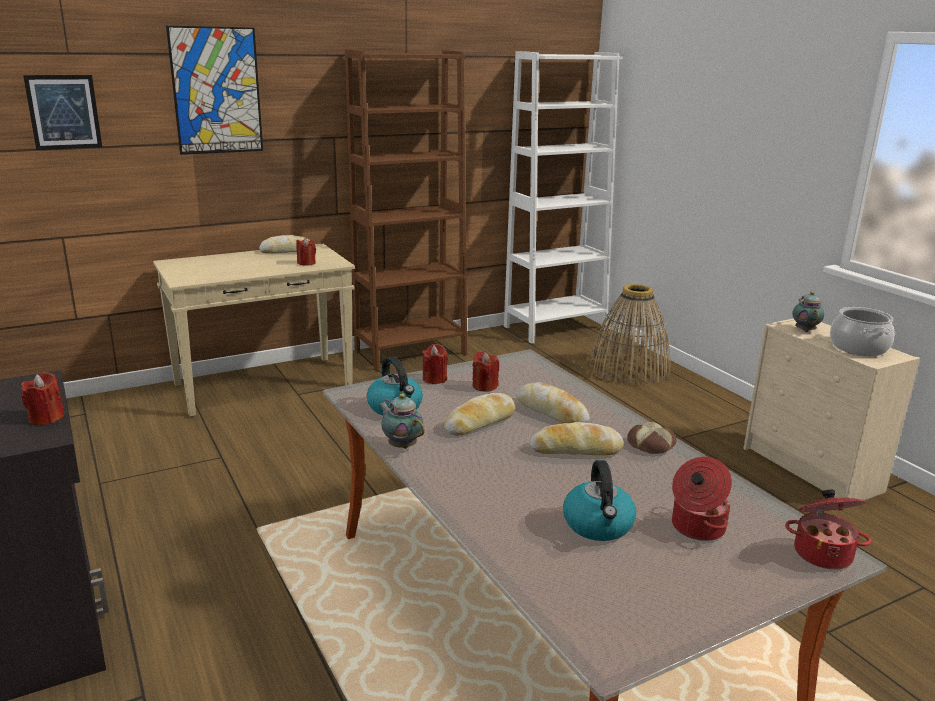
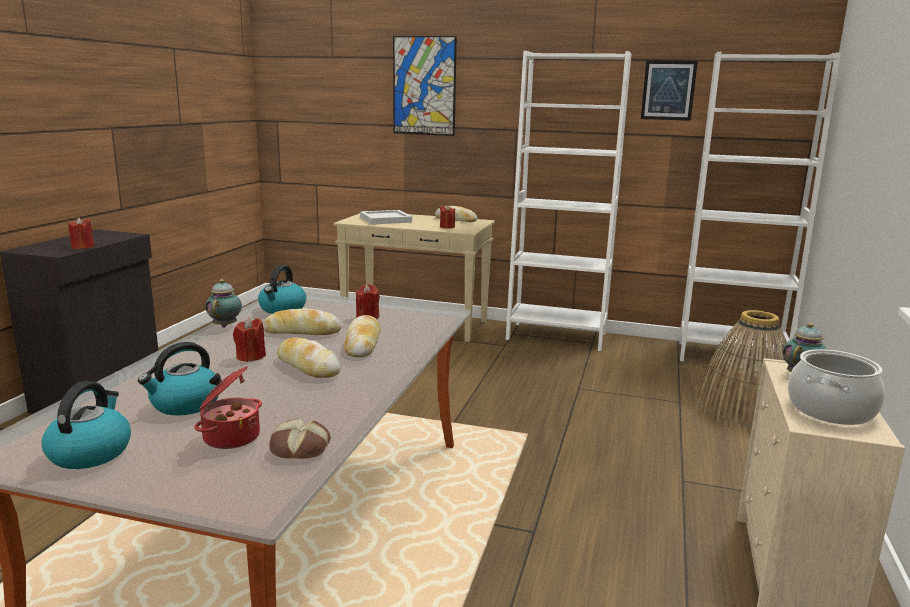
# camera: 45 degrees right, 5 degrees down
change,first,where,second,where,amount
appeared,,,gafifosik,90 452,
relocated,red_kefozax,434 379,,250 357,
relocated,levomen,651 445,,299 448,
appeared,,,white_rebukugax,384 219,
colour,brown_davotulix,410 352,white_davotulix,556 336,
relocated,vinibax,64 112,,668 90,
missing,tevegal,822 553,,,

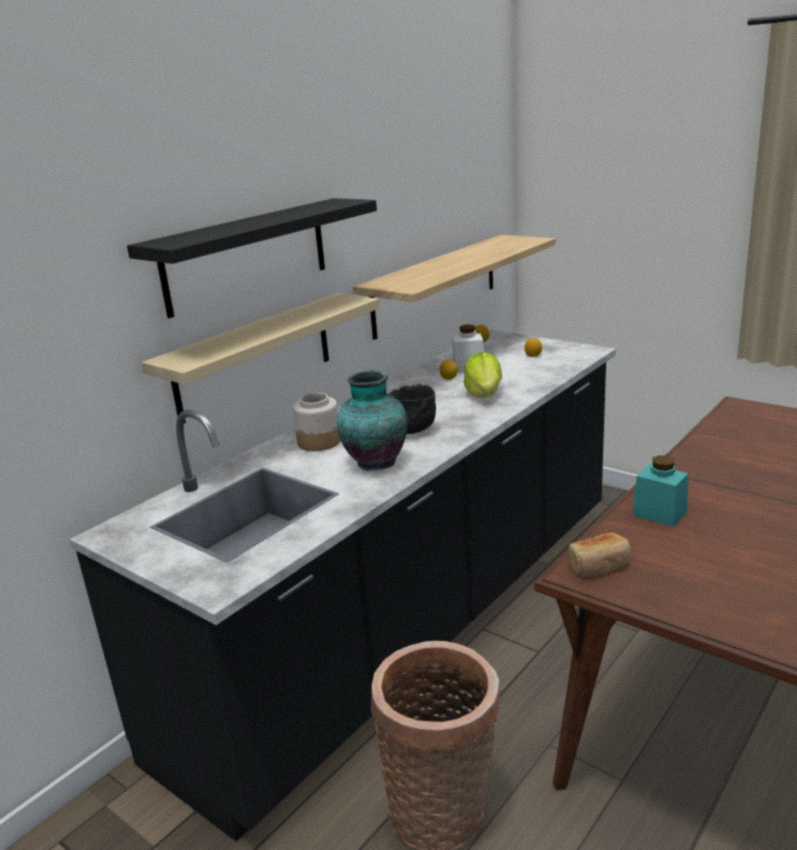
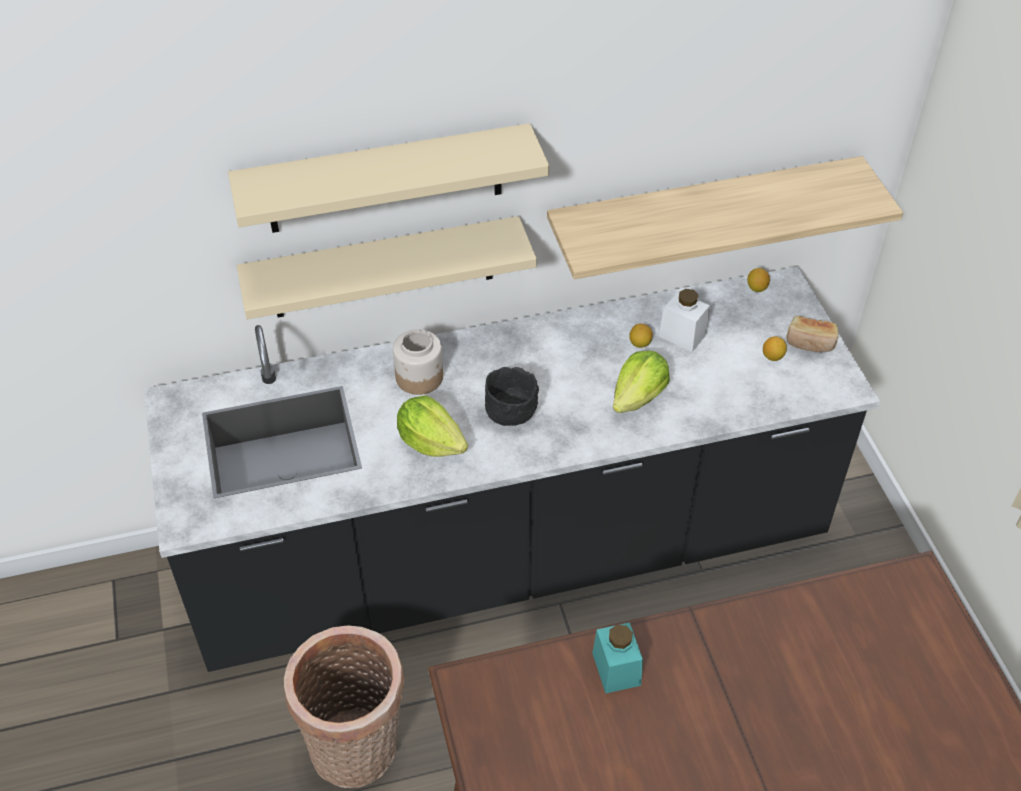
# camera: 35 degrees right, 25 degrees up
change,first,where,second,where,amount
colour,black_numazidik,247 255,beige_numazidik,385 179,
exchanged,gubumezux,374 462,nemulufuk,431 442,
relocated,levomen,599 566,,810 342,

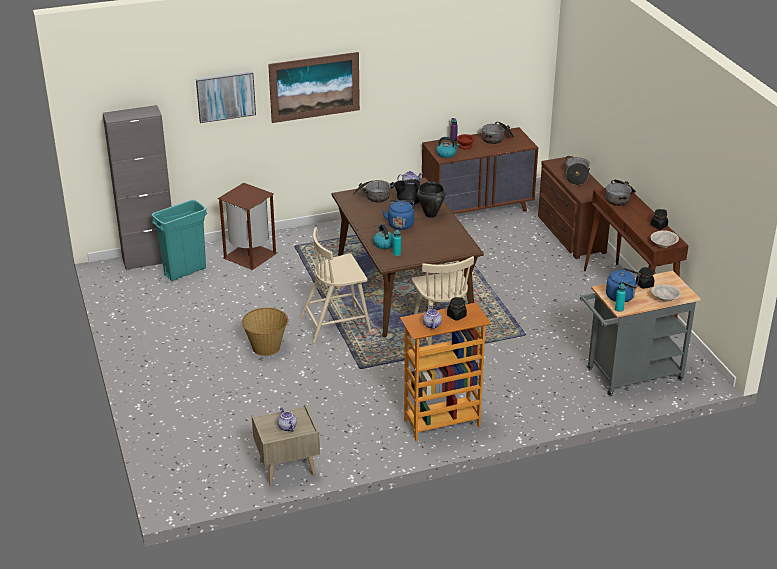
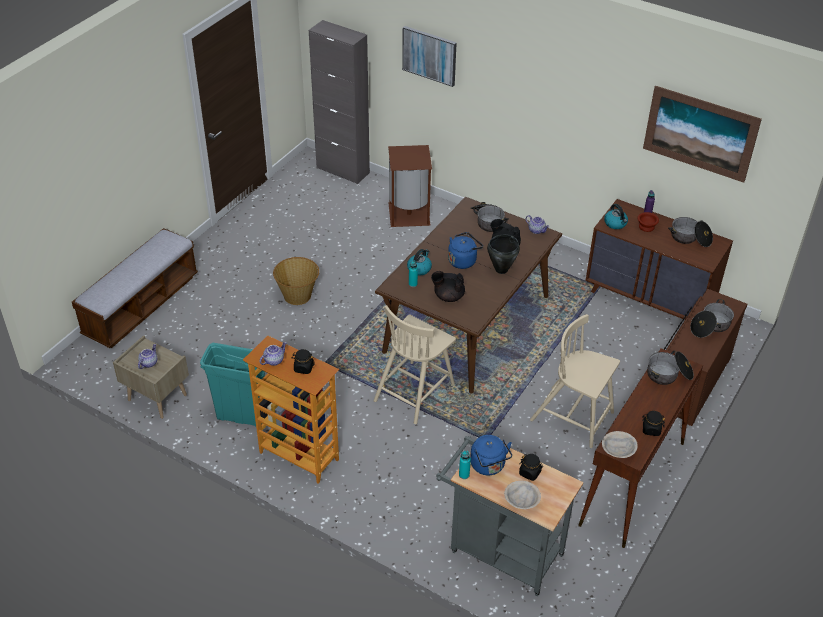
# camera: 50 degrees right, 10 degrees up
change,first,where,second,where,amount
appeared,,,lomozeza,141 305,
relocated,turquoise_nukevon,185 272,,242 416,
appeared,,,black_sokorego,448 296,
relocated,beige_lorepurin,336 324,,573 417,
relocated,vinibax,314 87,,700 133,

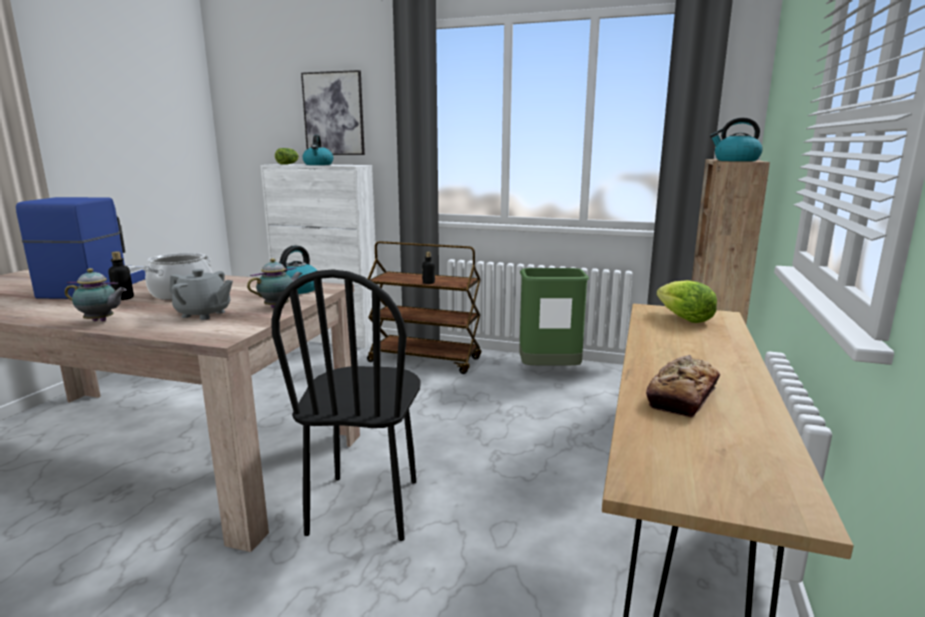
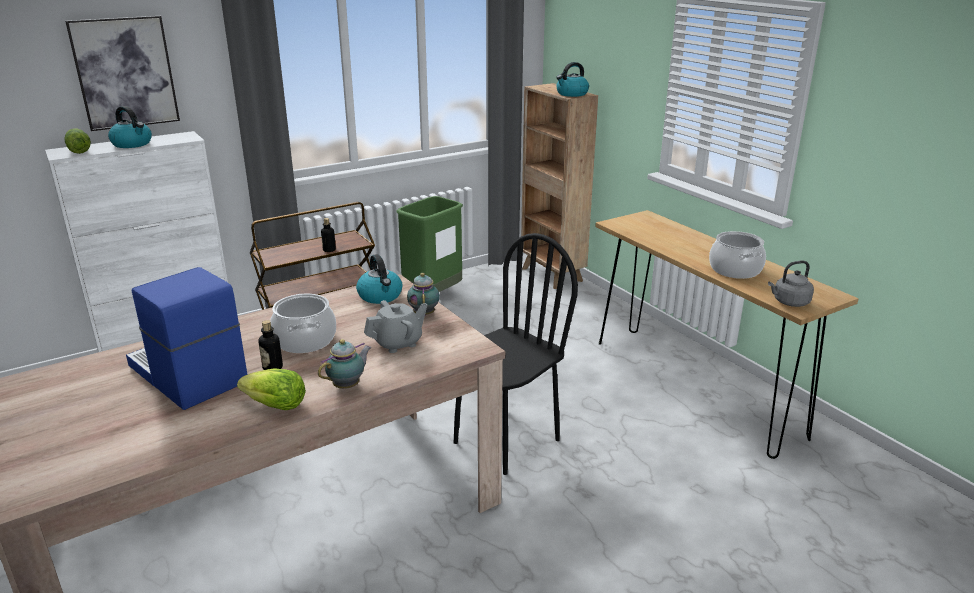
# camera: 50 degrees left, 10 degrees up
change,first,where,second,where,amount
relocated,nemulufuk,684 319,,276 406,
spun,black_lorepurin,365 506,,506 440,90 degrees counterclockwise
exchanged,levomen,682 396,tevegal,734 270,
appeared,,,grey_gafifosik,789 302,

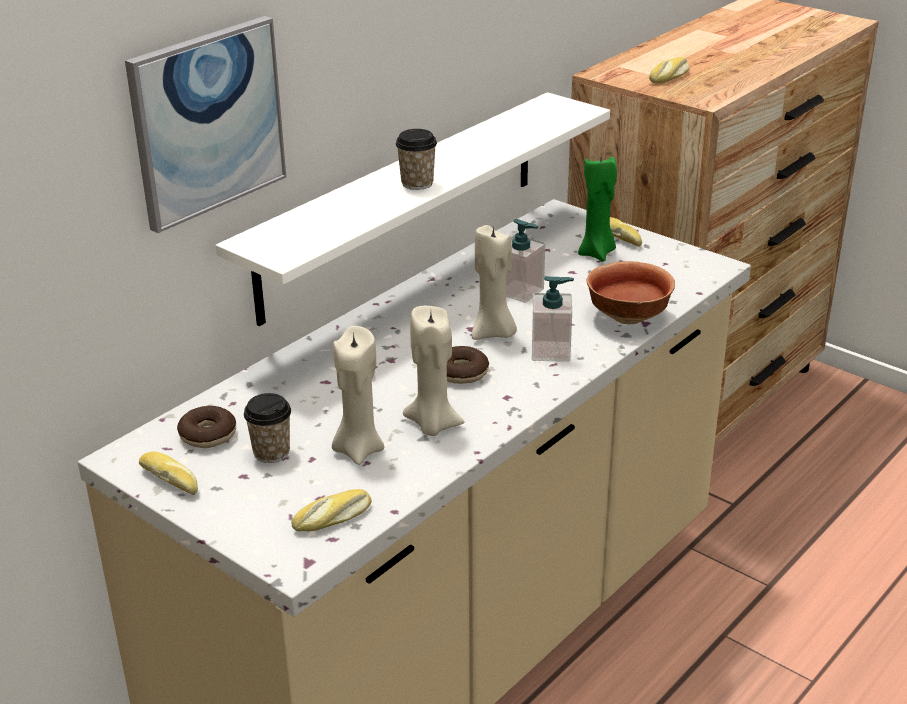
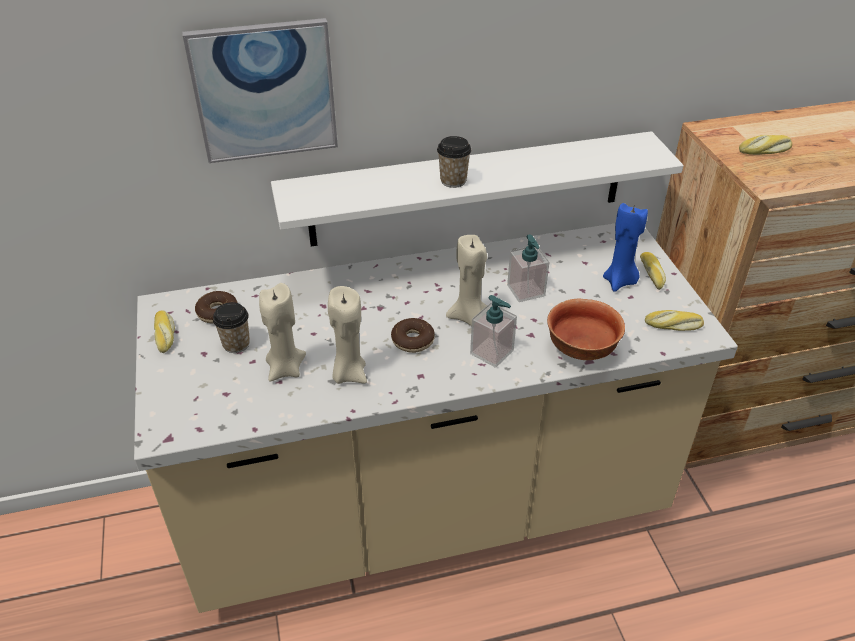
# camera: 35 degrees right, 10 degrees up
change,first,where,second,where,amount
colour,green_kefozax,597 253,blue_kefozax,620 281,
relocated,levomen,333 519,,673 326,

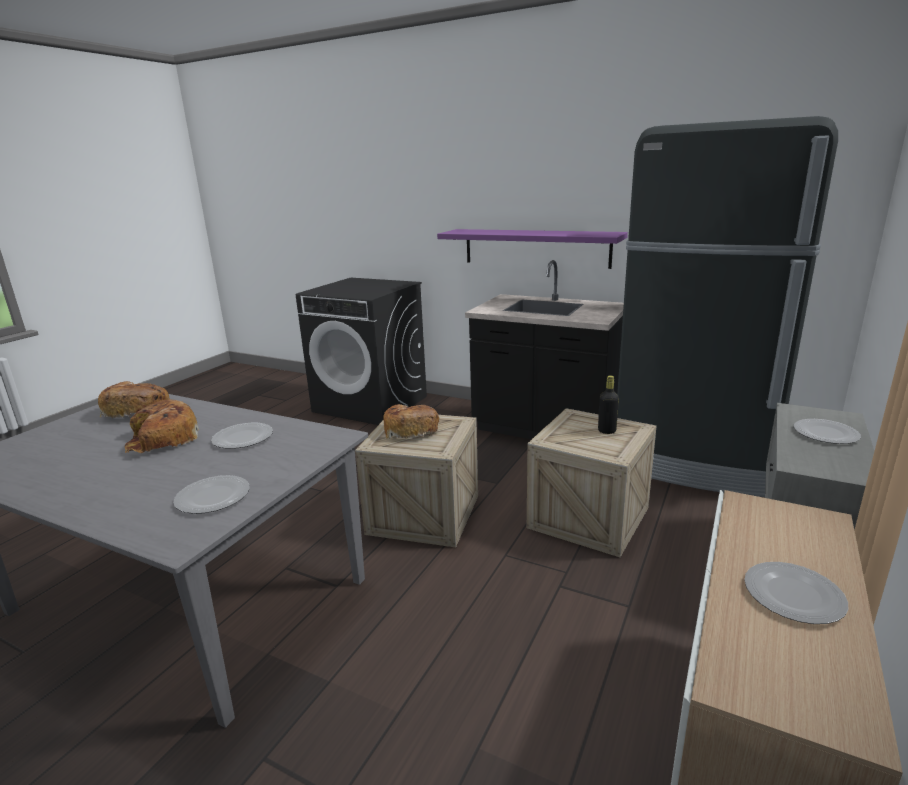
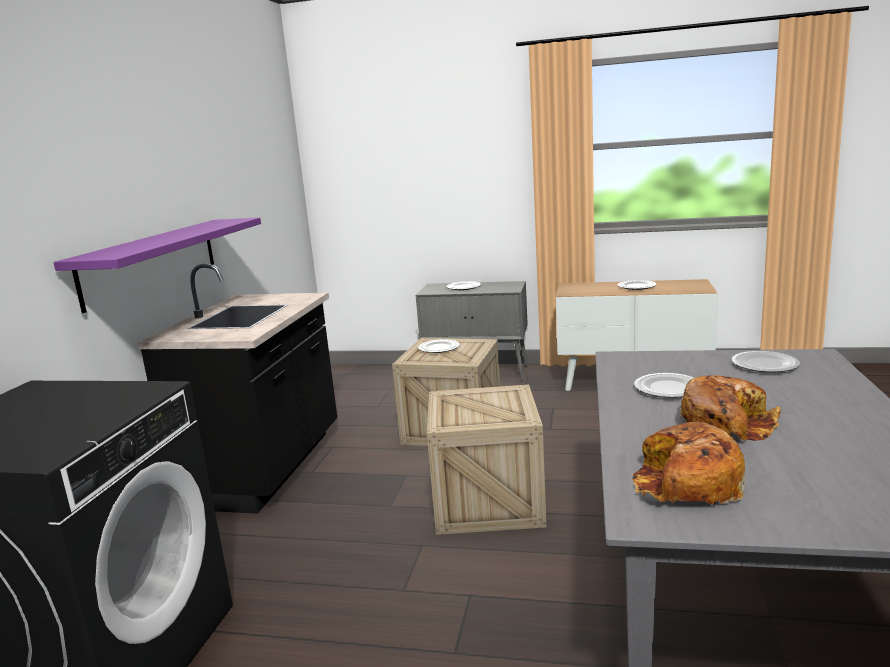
# camera: 105 degrees left, 5 degrees down
change,first,where,second,where,amount
exchanged,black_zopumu,607 431,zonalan,439 348,
missing,levomen,410 430,,,
missing,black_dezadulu,694 460,,,

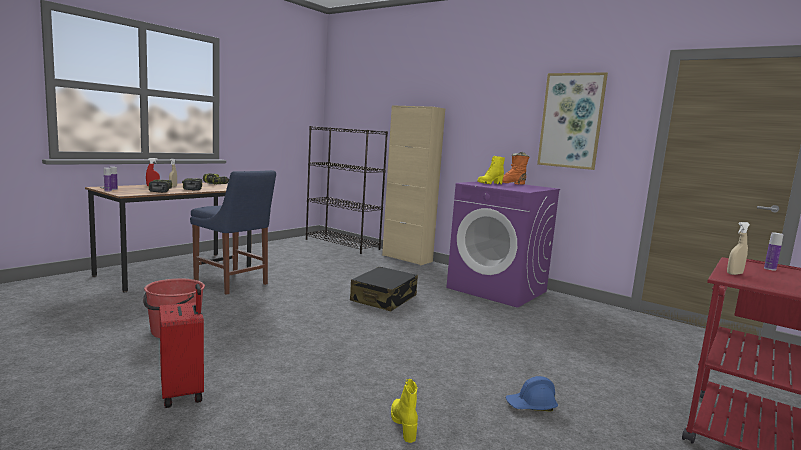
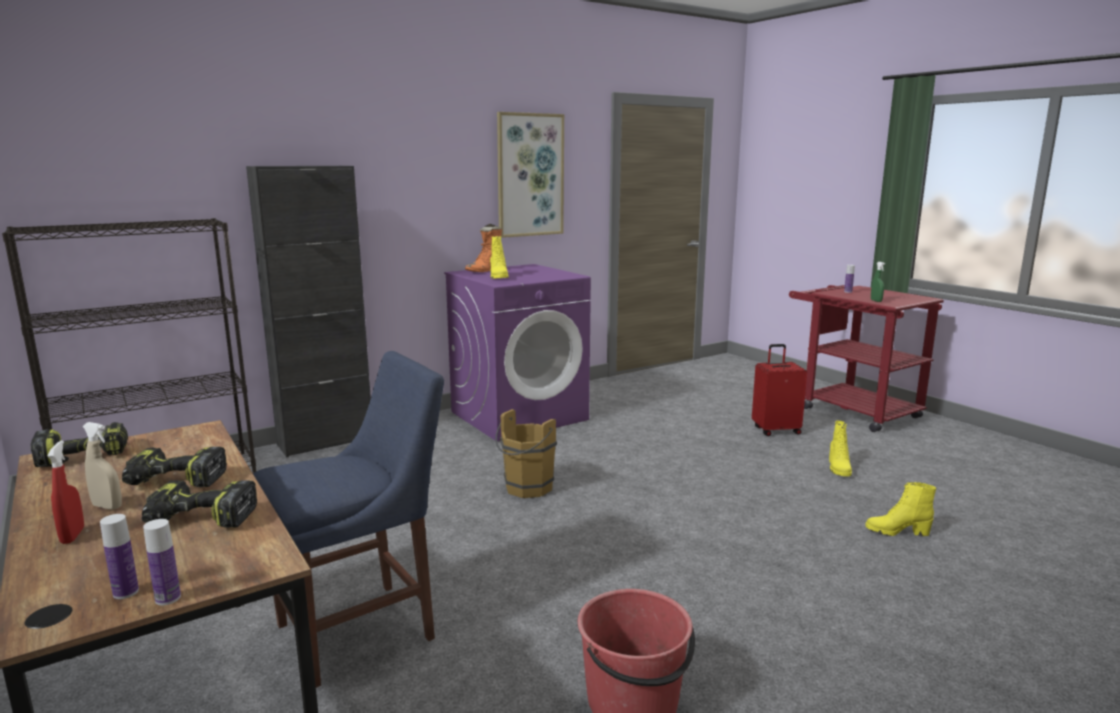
# camera: 70 degrees left, 5 degrees up
change,first,where,second,where,amount
colour,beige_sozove,407 258,black_sozove,325 441,
exchanged,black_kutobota,384 299,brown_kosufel,526 489,
relocated,red_kutobota,183 393,,775 430,
exchanged,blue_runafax,531 406,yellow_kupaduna,838 469,
colour,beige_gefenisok,734 274,green_gefenisok,876 301,

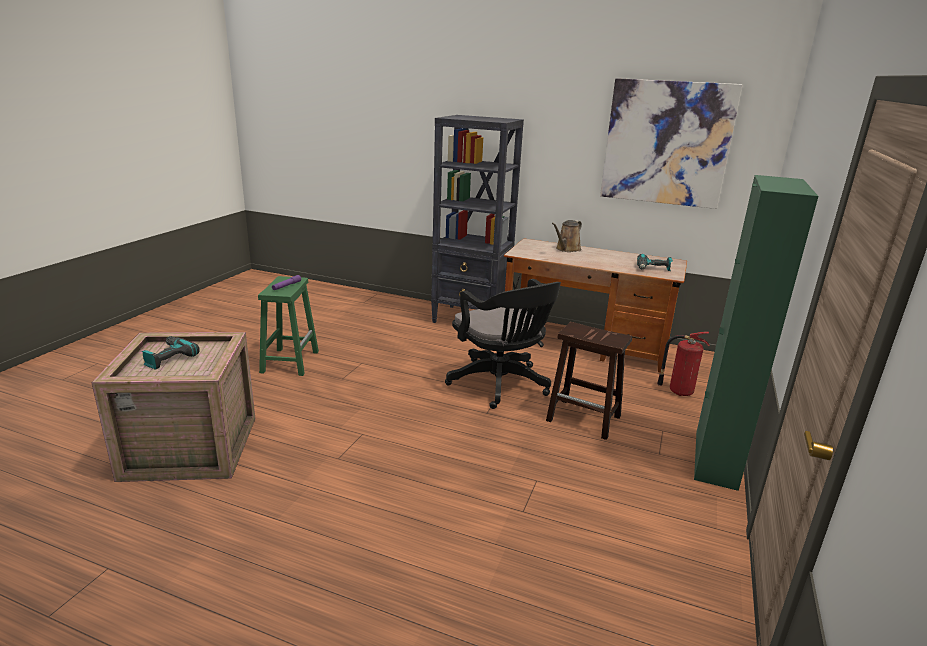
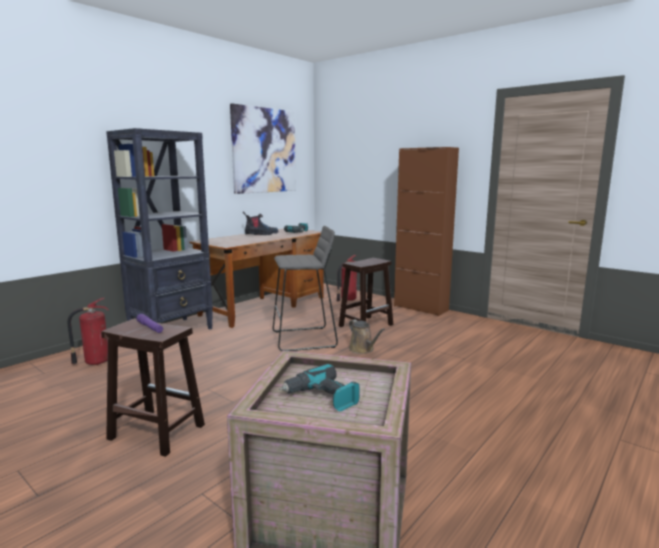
# camera: 70 degrees left, 10 degrees down
change,first,where,second,where,amount
appeared,,,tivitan,95 362,
colour,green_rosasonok,290 361,brown_rosasonok,155 432,
appeared,,,kupaduna,261 234,
exchanged,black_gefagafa,501 385,grey_rosasonok,304 339,
relocated,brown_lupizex,567 249,,363 349,
colour,green_sozove,715 459,brown_sozove,420 308,

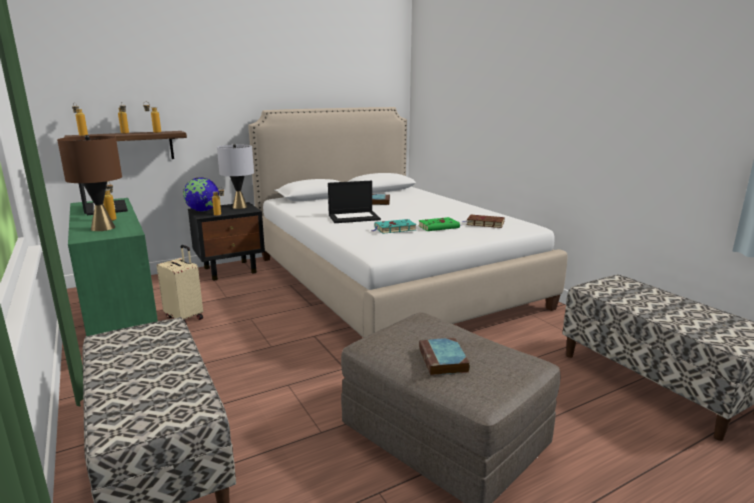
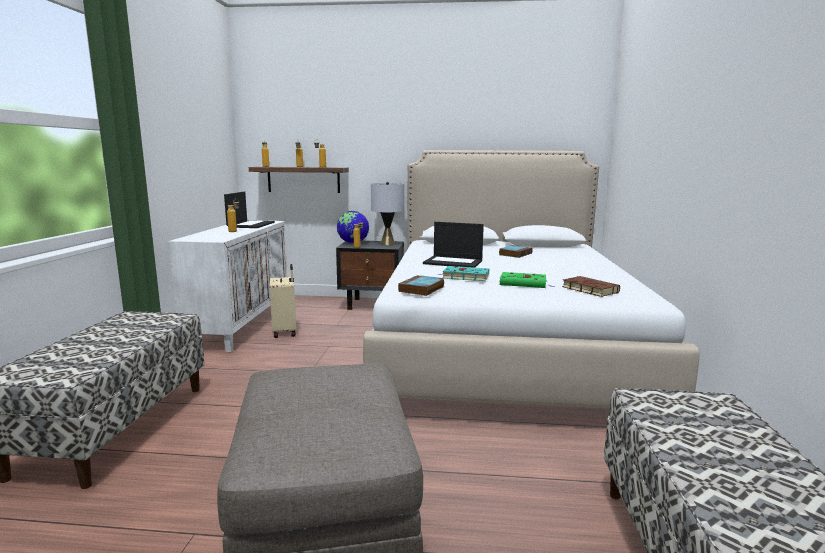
# camera: 35 degrees right, 5 degrees down
change,first,where,second,where,amount
colour,green_sozove,120 323,white_sozove,241 325,
relocated,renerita,443 361,,421 289,
missing,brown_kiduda,103 228,,,

